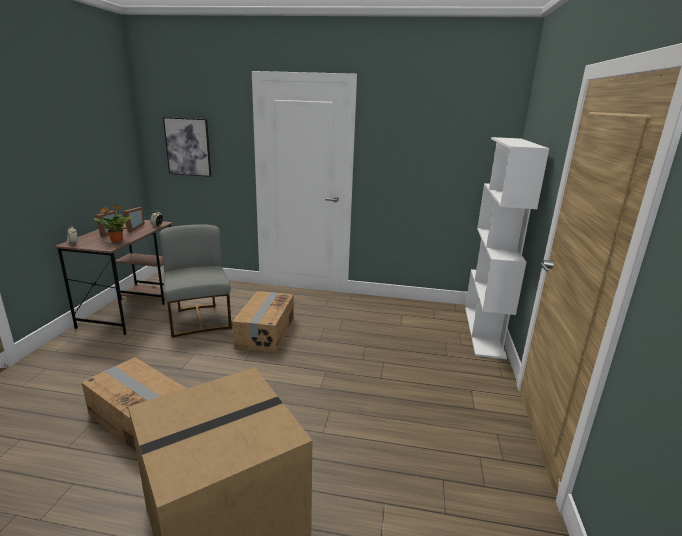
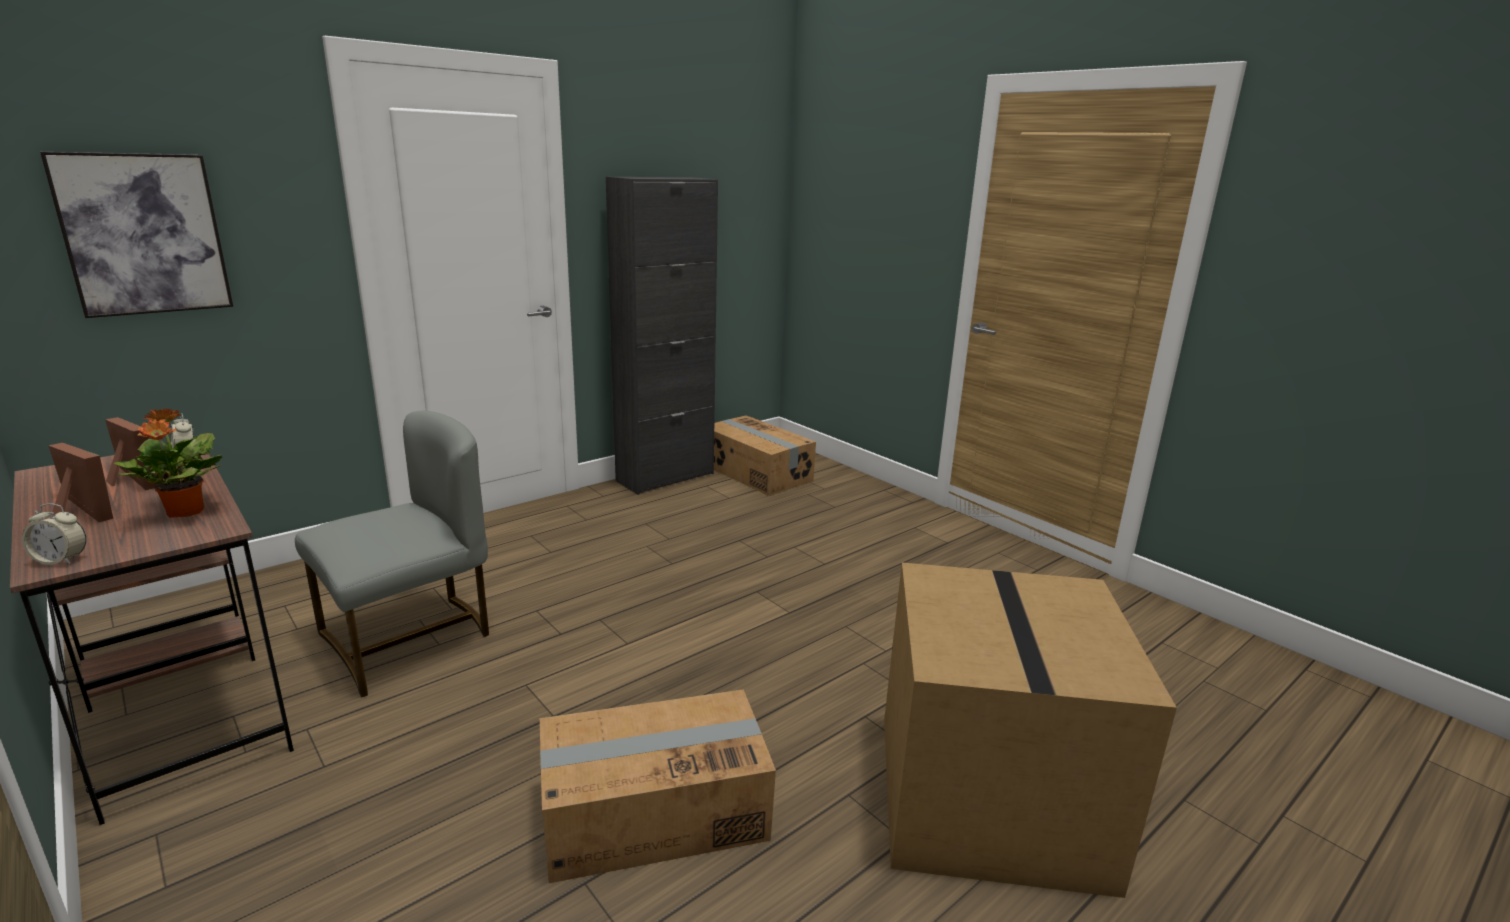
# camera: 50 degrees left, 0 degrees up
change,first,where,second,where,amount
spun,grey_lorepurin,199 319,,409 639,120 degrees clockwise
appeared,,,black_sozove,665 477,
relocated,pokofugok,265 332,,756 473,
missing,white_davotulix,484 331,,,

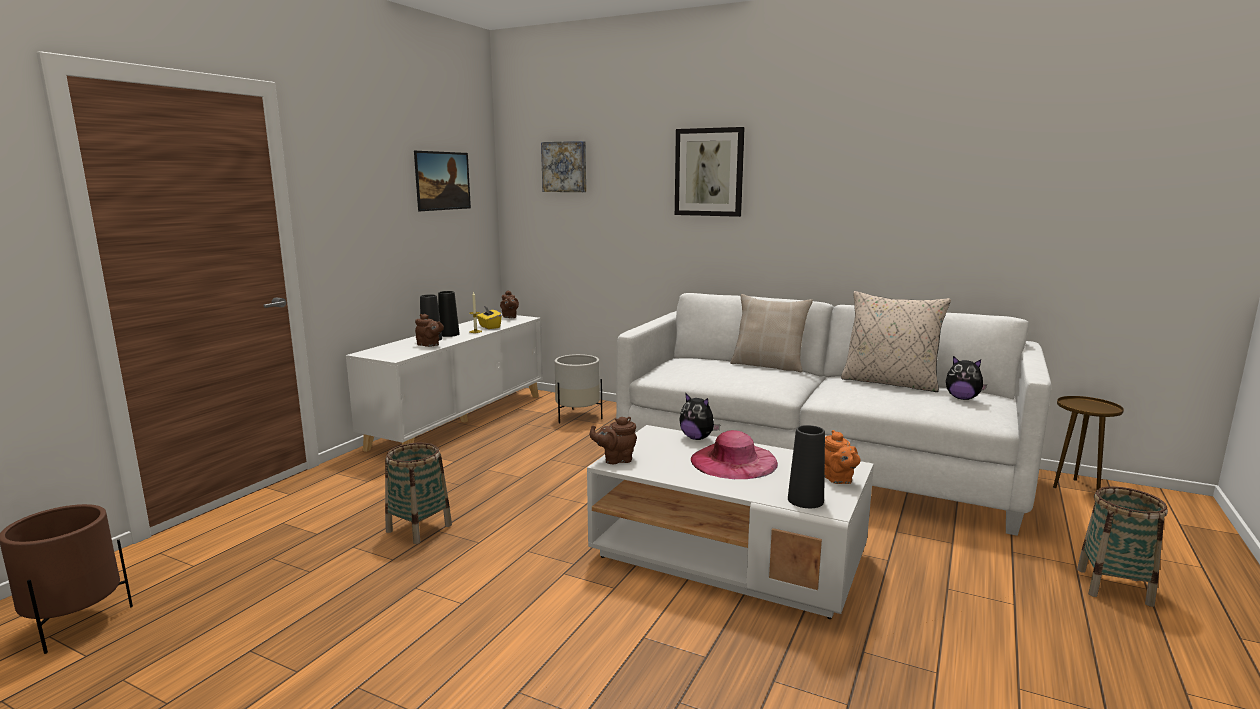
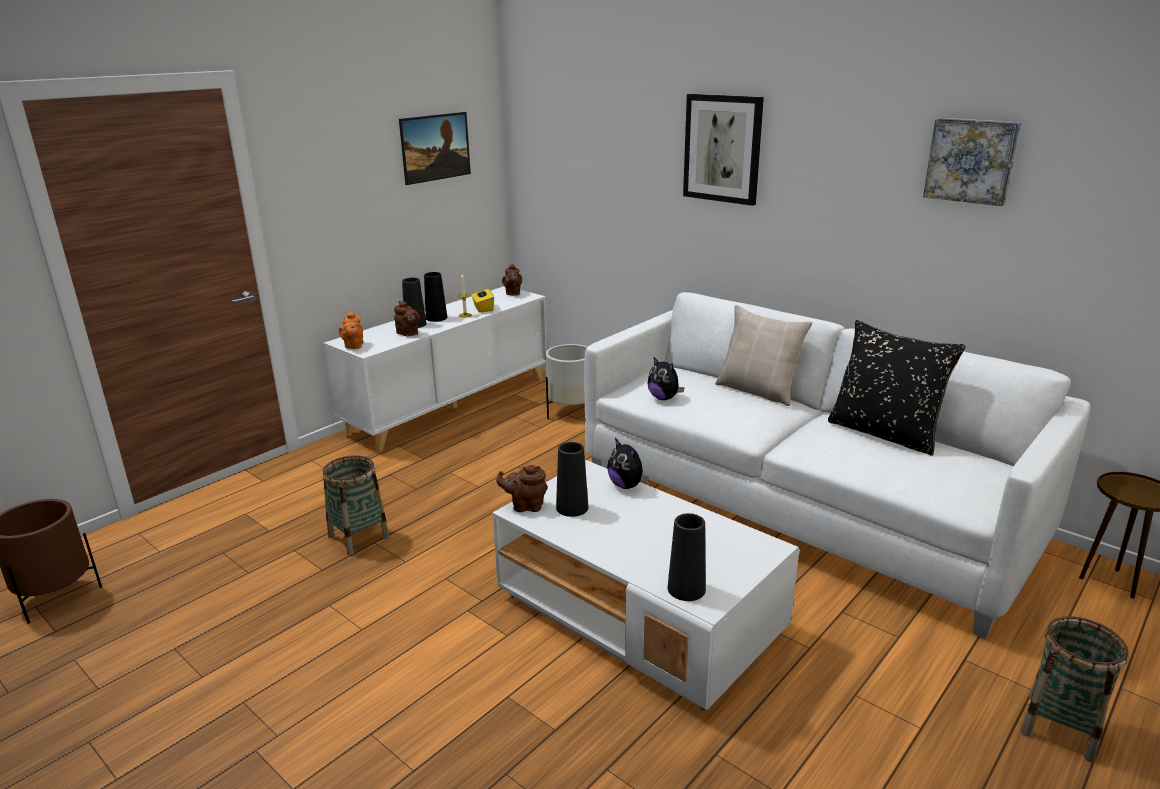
# camera: 15 degrees right, 10 degrees up
change,first,where,second,where,amount
relocated,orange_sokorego,838 480,,353 346,
appeared,,,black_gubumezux,572 508,
relocated,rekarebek,962 398,,664 398,
colour,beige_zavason,890 383,black_zavason,884 433,
relocated,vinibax,565 167,,971 160,
missing,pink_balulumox,733 461,,,

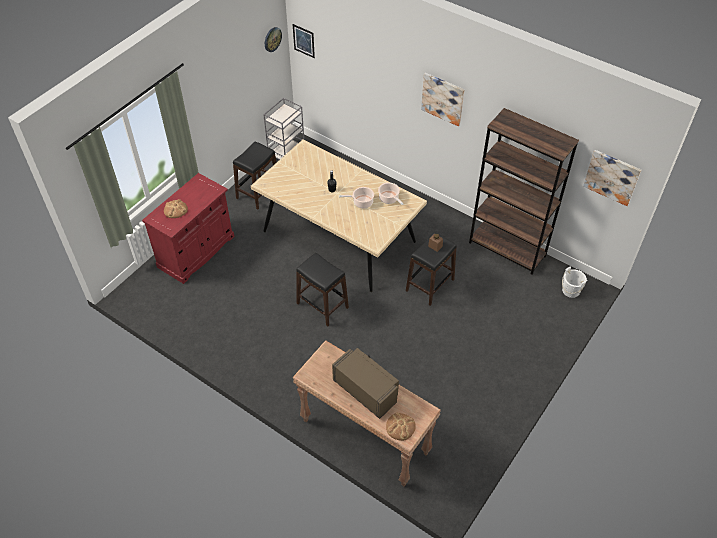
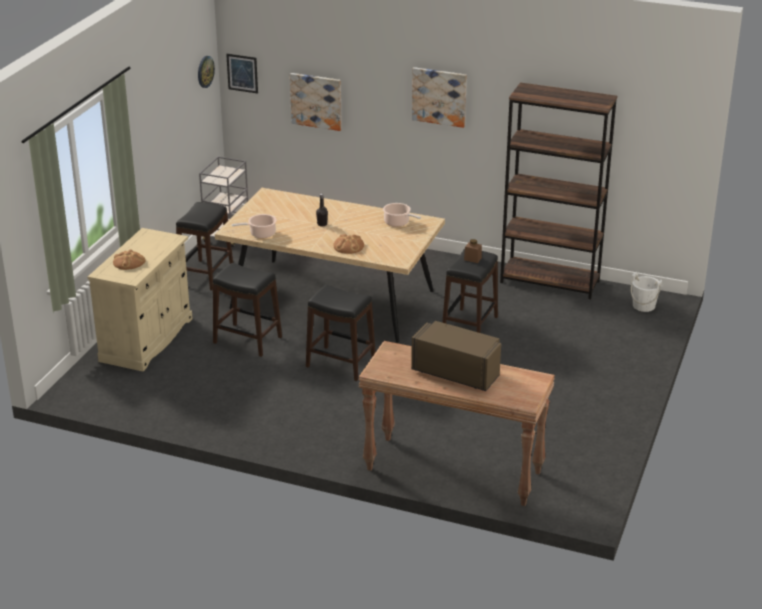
# camera: 15 degrees left, 20 degrees down
change,first,where,second,where,amount
colour,red_sozove,196 252,beige_sozove,147 339,
appeared,,,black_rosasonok,247 340,
relocated,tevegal,361 202,,261 234,
relocated,vinibax,612 177,,316 101,
relocated,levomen,400 427,,348 246,

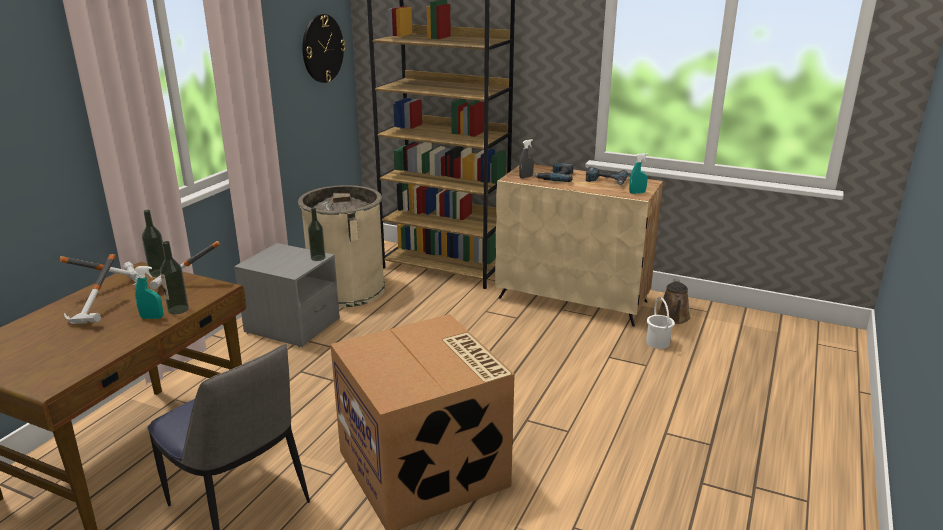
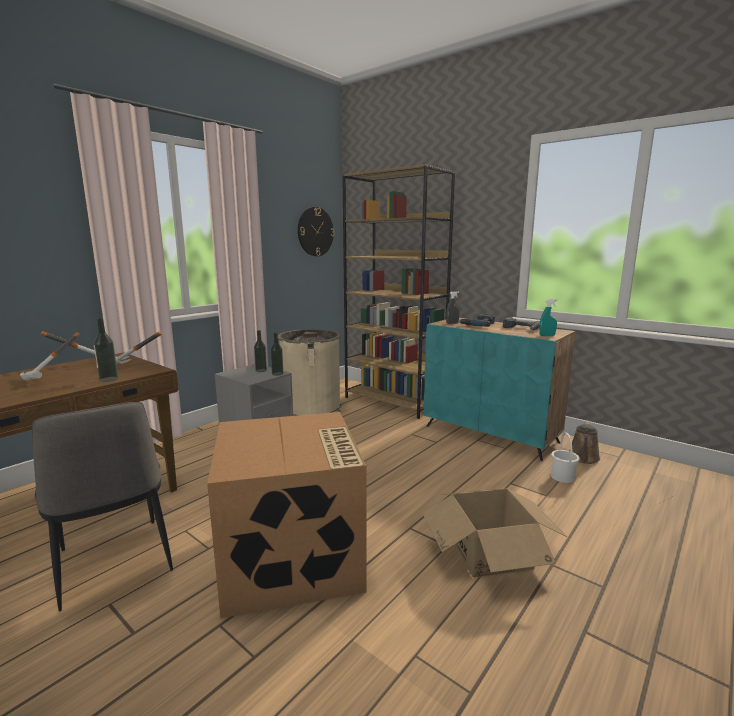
# camera: 15 degrees right, 10 degrees down
change,first,where,second,where,amount
relocated,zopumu,158 272,,261 370,
appeared,,,pokofugok,490 552,
colour,beige_sozove,573 300,turquoise_sozove,491 434,
missing,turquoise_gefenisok,152 317,,,

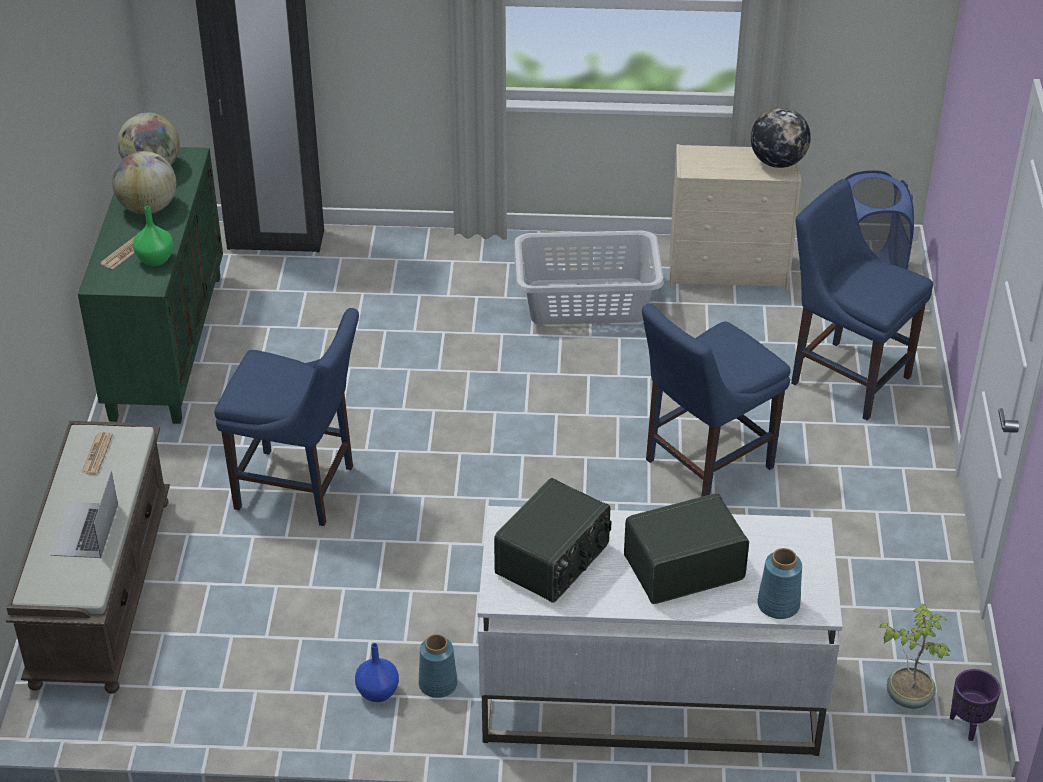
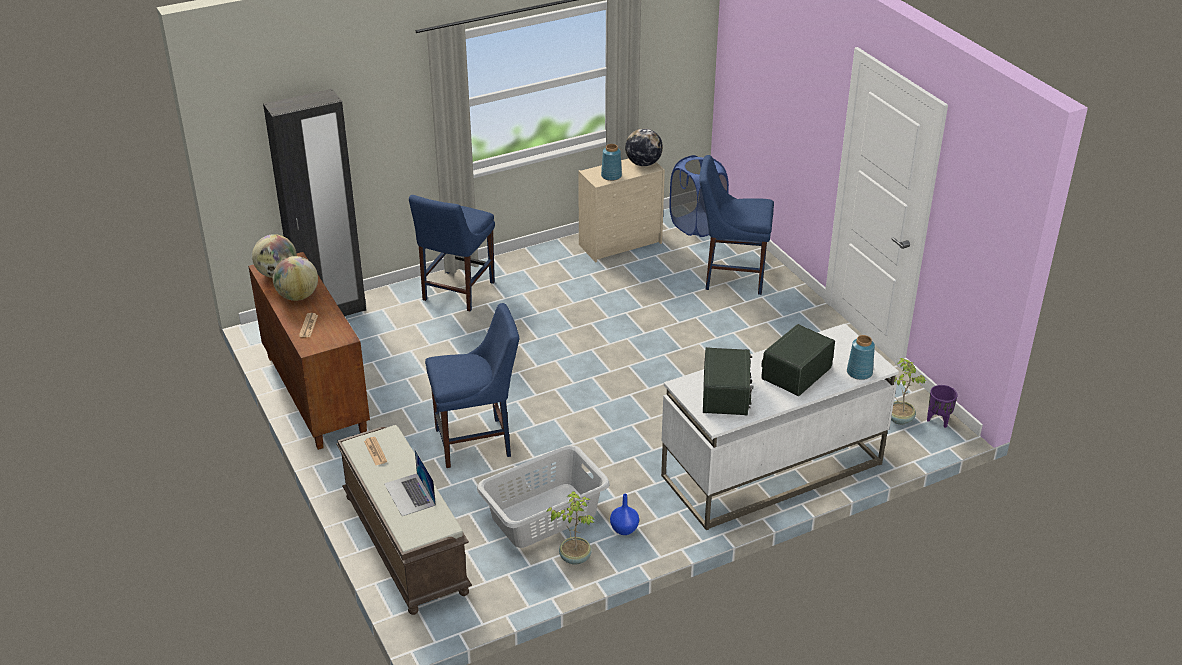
# camera: 30 degrees left, 5 degrees down
change,first,where,second,where,amount
colour,green_sozove,165 345,brown_sozove,314 394,
relocated,blue_lorepurin,703 466,,456 293,
relocated,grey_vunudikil,587 302,,545 516,
appeared,,,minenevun,575 557,
relocated,blue_gubumezux,438 684,,611 176,
missing,green_gubumezux,154 260,,,

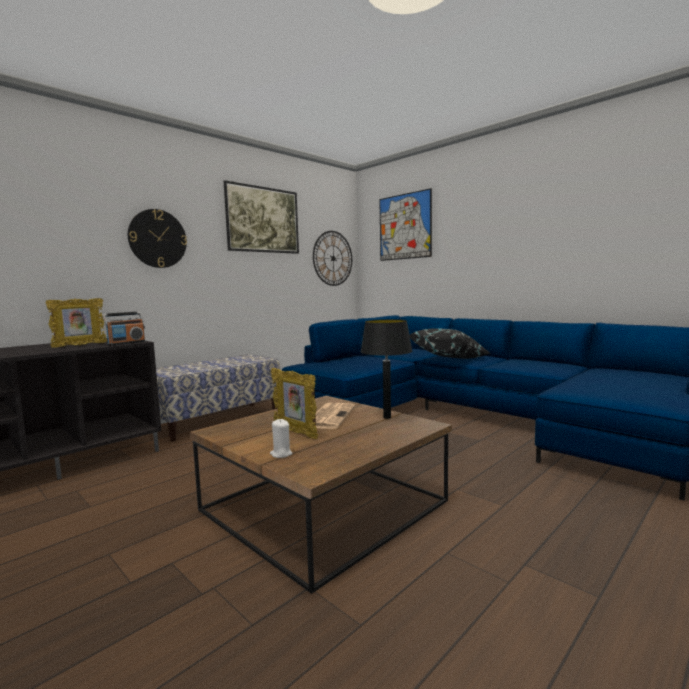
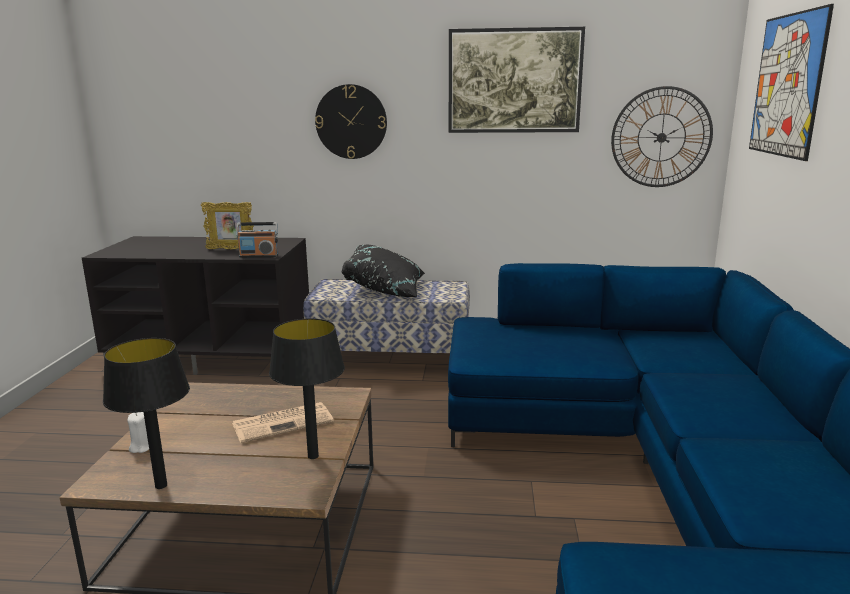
# camera: 50 degrees right, 10 degrees up
change,first,where,second,where,amount
appeared,,,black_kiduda,160 485,
relocated,black_zavason,450 358,,386 289,
missing,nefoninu,295 432,,,

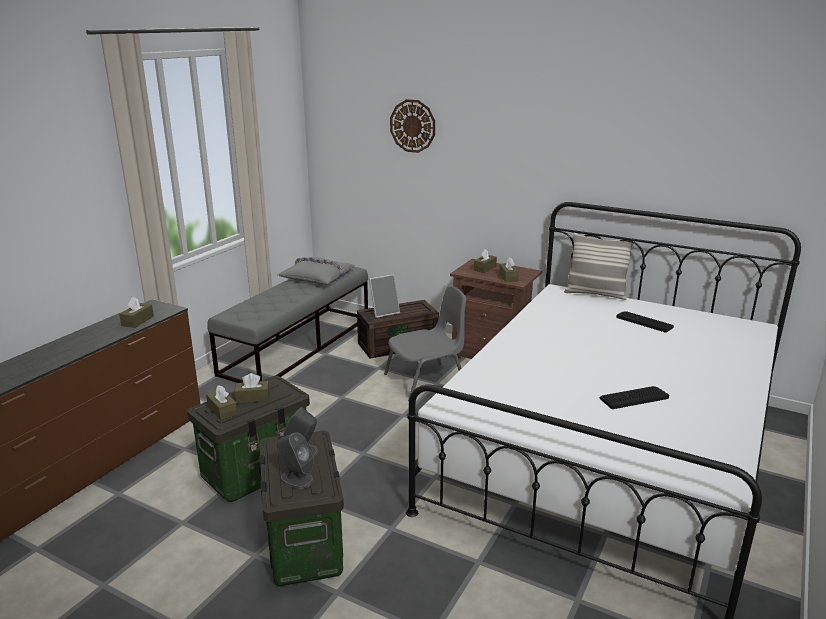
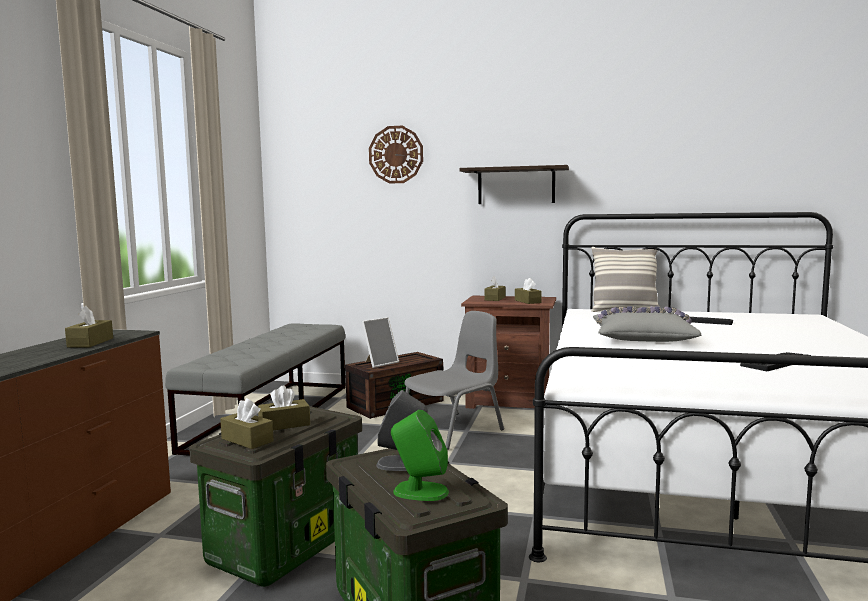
# camera: 15 degrees left, 15 degrees down
change,first,where,second,where,amount
colour,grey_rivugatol,296 479,green_rivugatol,420 491,
appeared,,,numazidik,516 185,
relocated,grey_zavason,318 277,,642 337,

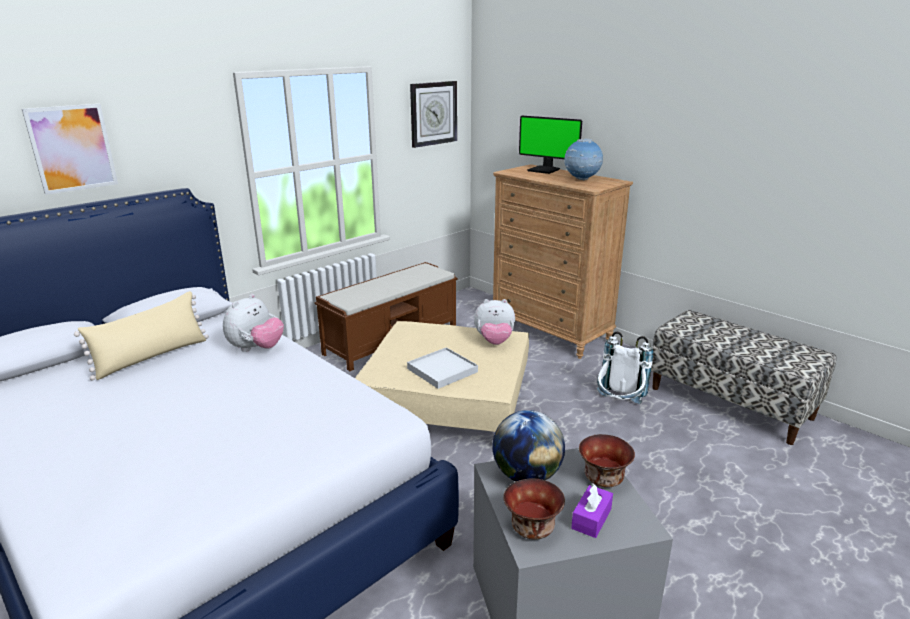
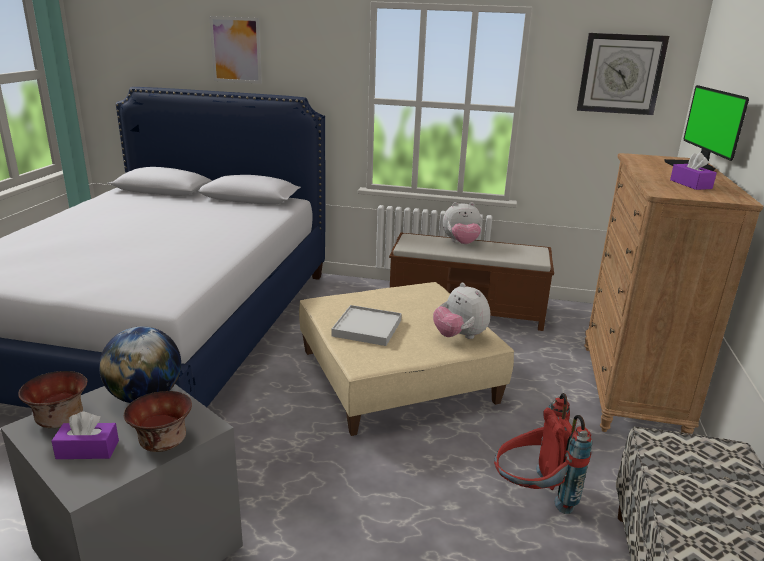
# camera: 55 degrees right, 0 degrees up
change,first,where,second,where,amount
relocated,rekarebek,256 349,,461 243,
colour,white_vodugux,618 406,red_vodugux,532 495,
exchanged,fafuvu,581 180,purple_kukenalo,690 184,
missing,beige_zavason,152 357,,,

